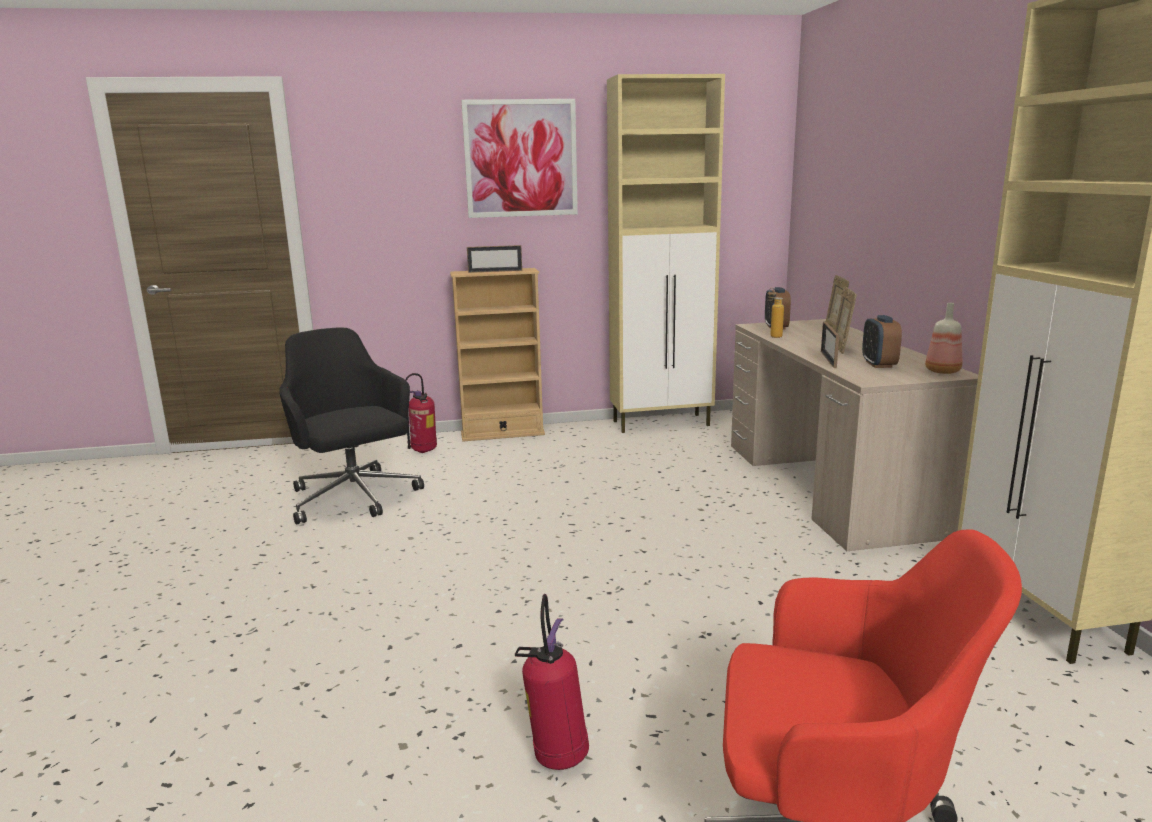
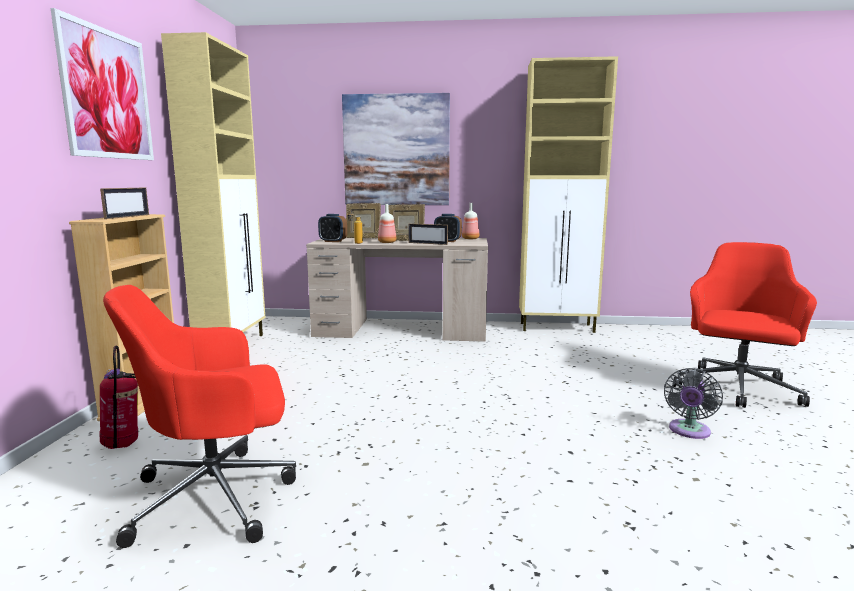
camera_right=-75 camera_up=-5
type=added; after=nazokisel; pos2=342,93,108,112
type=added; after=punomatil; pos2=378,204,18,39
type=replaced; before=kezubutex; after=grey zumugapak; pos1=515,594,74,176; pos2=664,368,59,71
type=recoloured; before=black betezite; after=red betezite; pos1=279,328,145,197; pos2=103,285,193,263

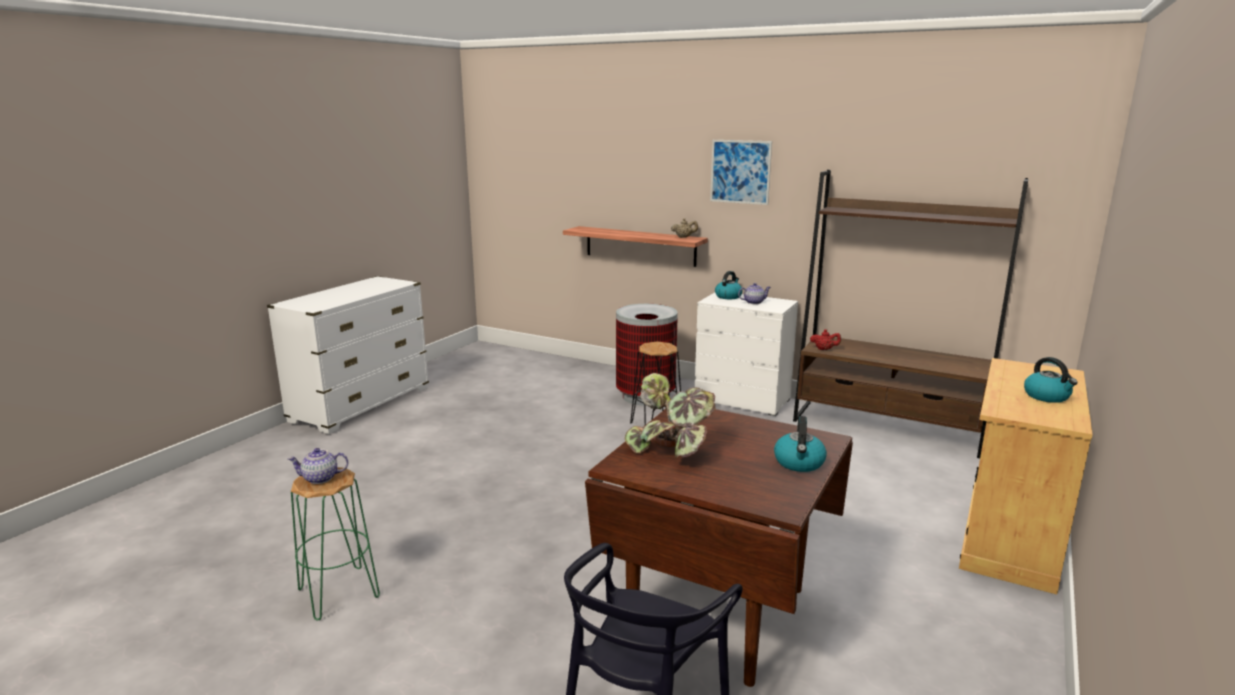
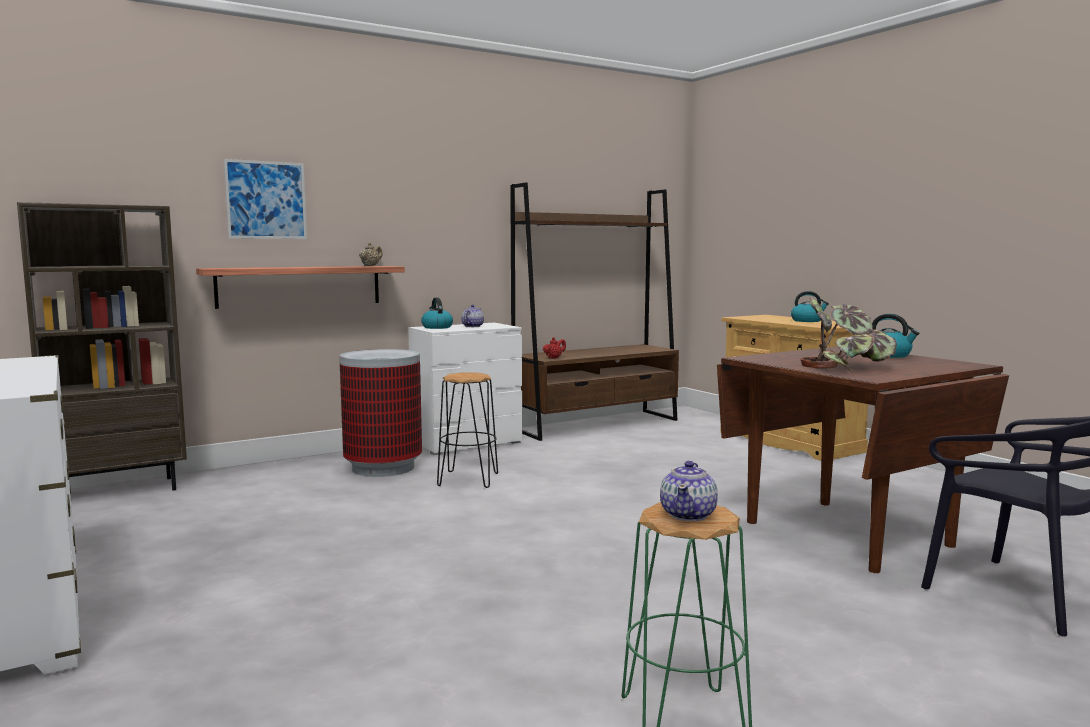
camera_right=-60 camera_up=-10
type=added; after=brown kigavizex; pos2=17,202,170,288
type=moved; before=nazokisel; pos1=710,140,62,65; pos2=224,159,83,80

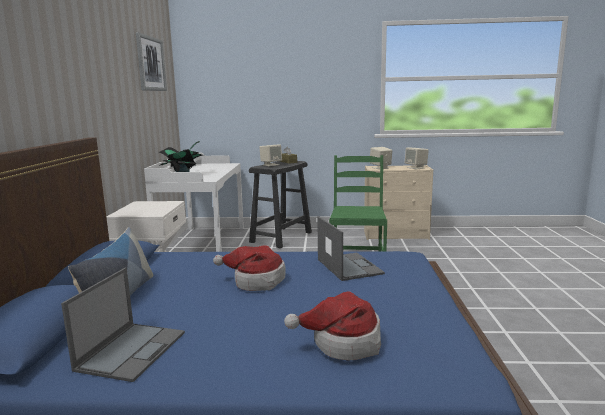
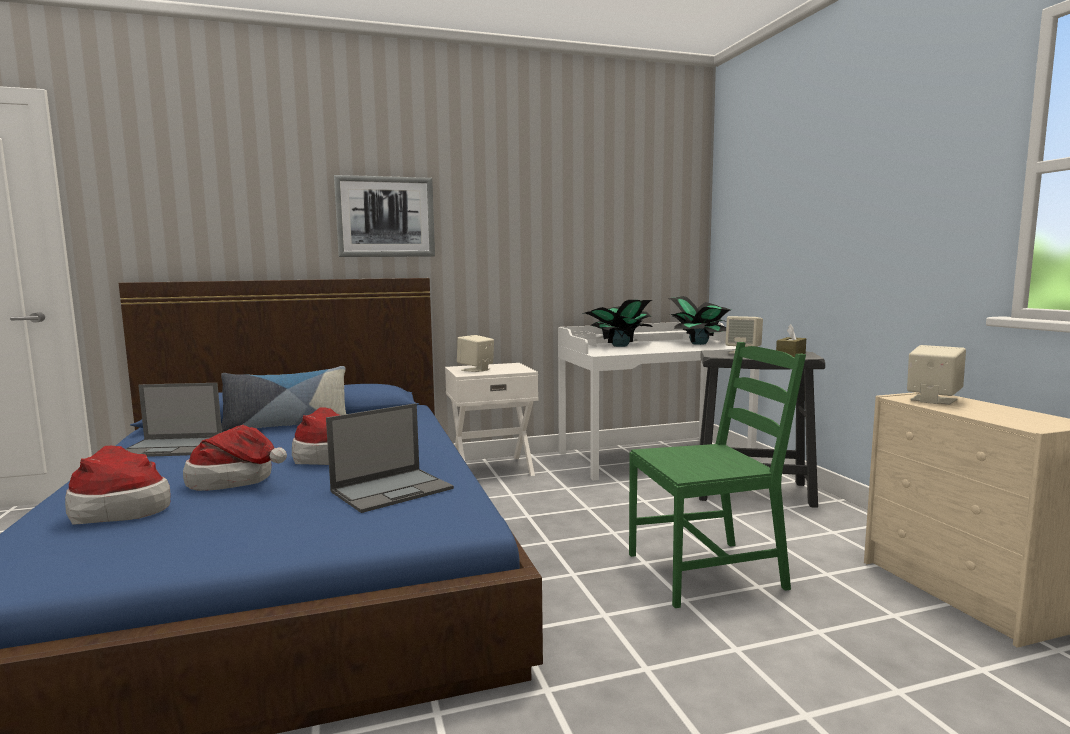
camera_right=70 camera_up=-5
type=added; after=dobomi; pos2=183,425,104,66
type=added; after=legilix; pos2=667,296,64,49
type=moved; before=nazokisel; pos1=136,32,31,59; pos2=334,175,101,82
type=moved; before=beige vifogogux; pos1=404,147,25,22; pos2=457,335,37,37

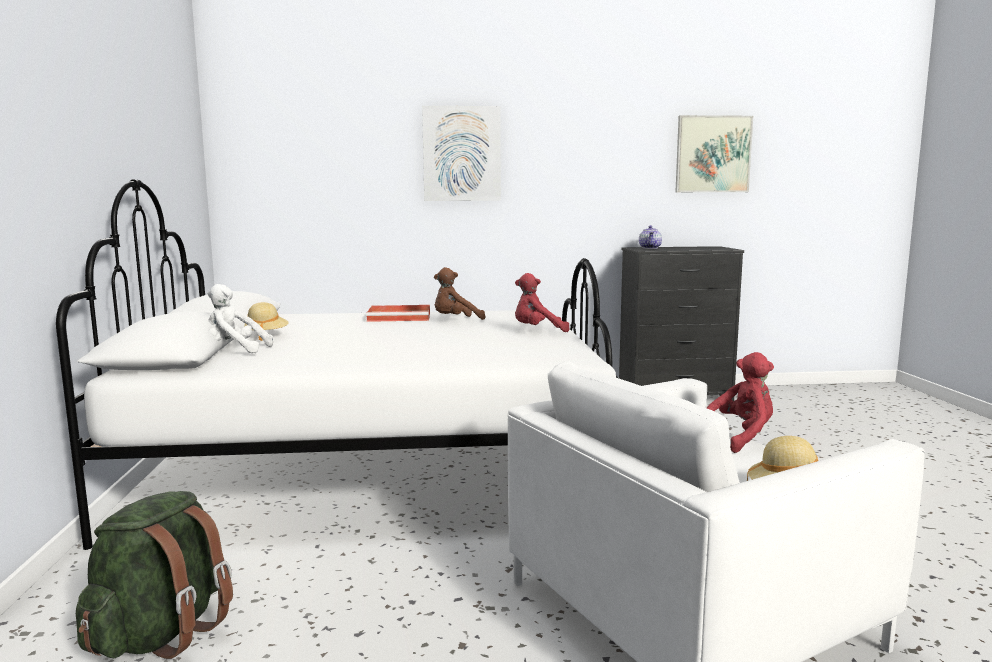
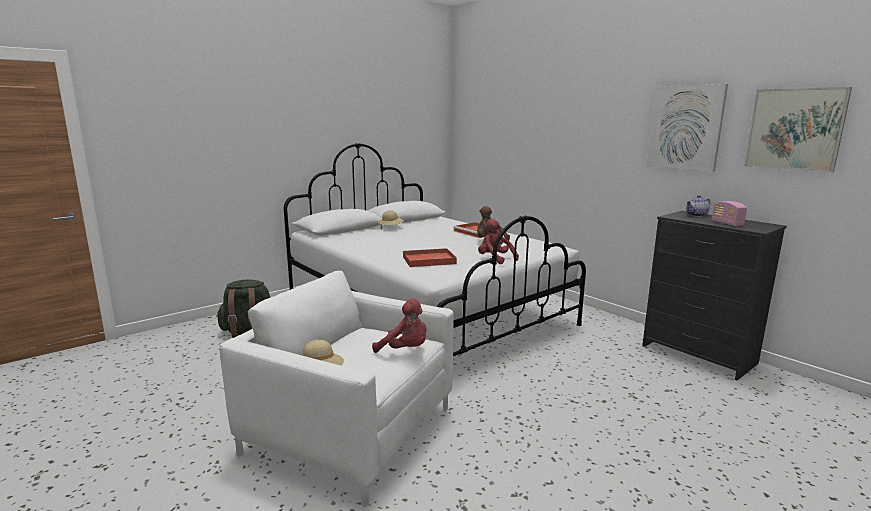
camera_right=55 camera_up=5
type=removed; before=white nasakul; pos1=207,284,66,69
type=added; after=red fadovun; pos2=403,248,54,19
type=added; after=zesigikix; pos2=712,201,35,25
type=moved; before=nazokisel; pos1=422,106,79,95; pos2=647,84,81,88

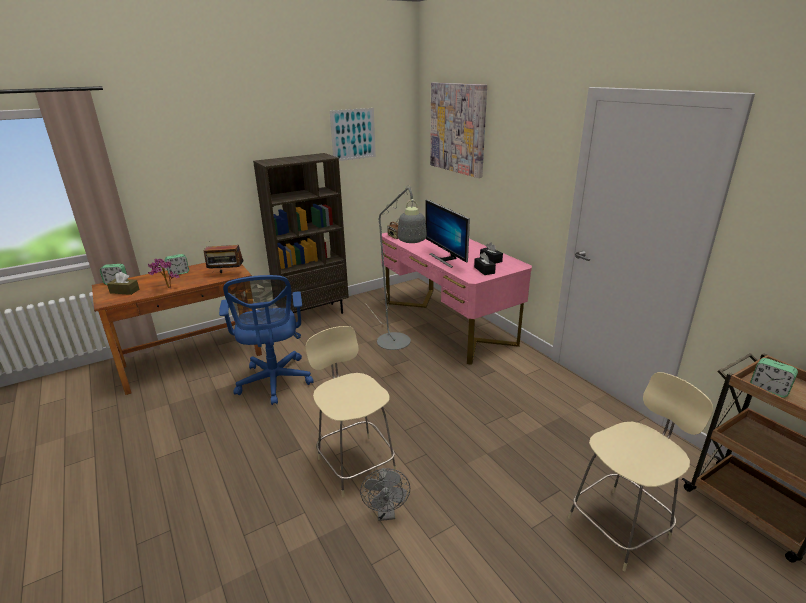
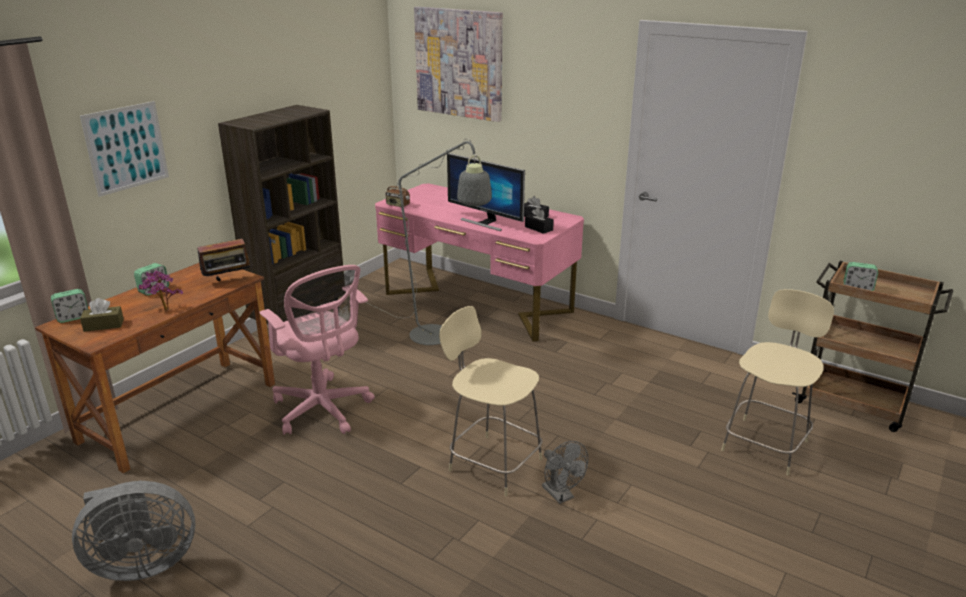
camera_right=-25 camera_up=0
type=added; after=grey zumugapak; pos2=72,480,124,101
type=moved; before=nazokisel; pos1=330,108,46,53; pos2=80,101,89,96
type=recoloured; before=blue betezite; after=pink betezite; pos1=219,275,95,130; pos2=259,265,116,170

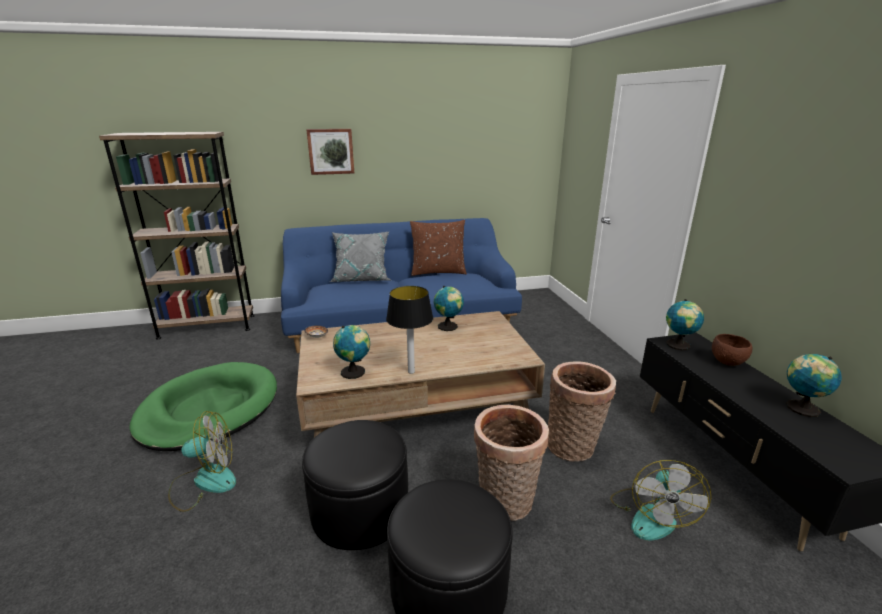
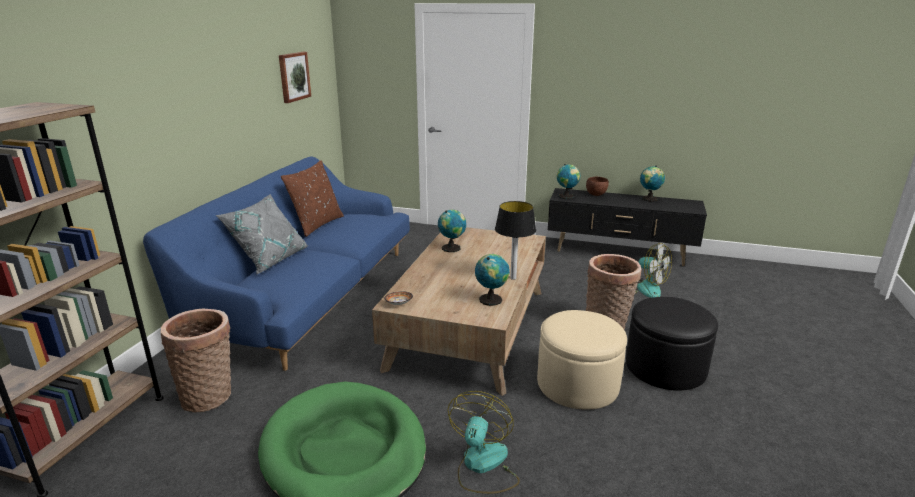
camera_right=-60 camera_up=0
type=moved; before=nazokisel; pos1=306,129,48,46; pos2=279,52,32,51
type=moved; before=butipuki; pos1=547,361,69,100; pos2=161,309,70,104
type=recoloured; before=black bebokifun; after=beige bebokifun; pos1=302,420,106,130; pos2=537,310,90,100

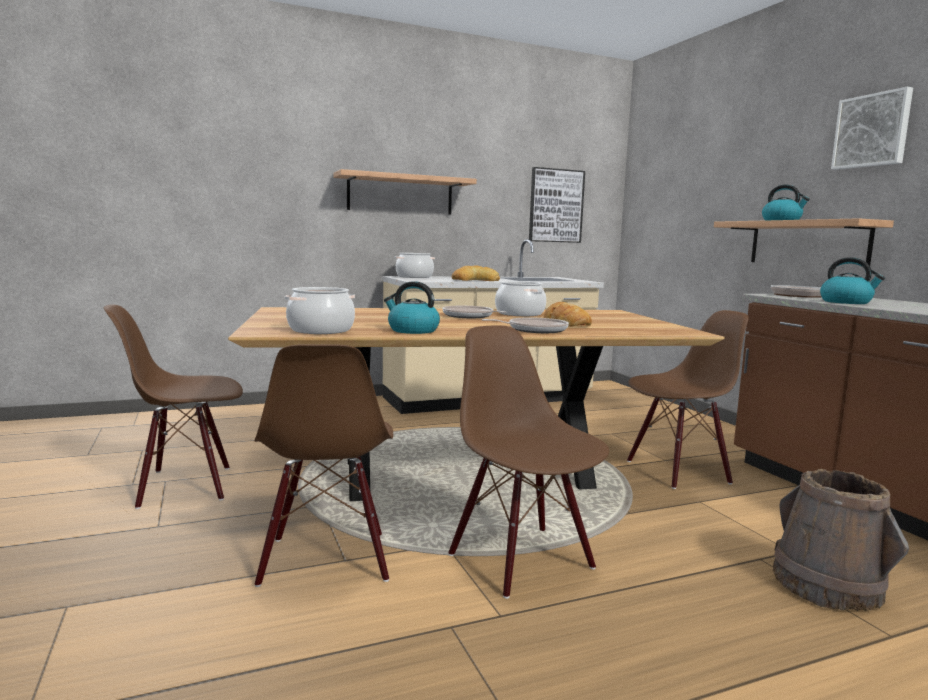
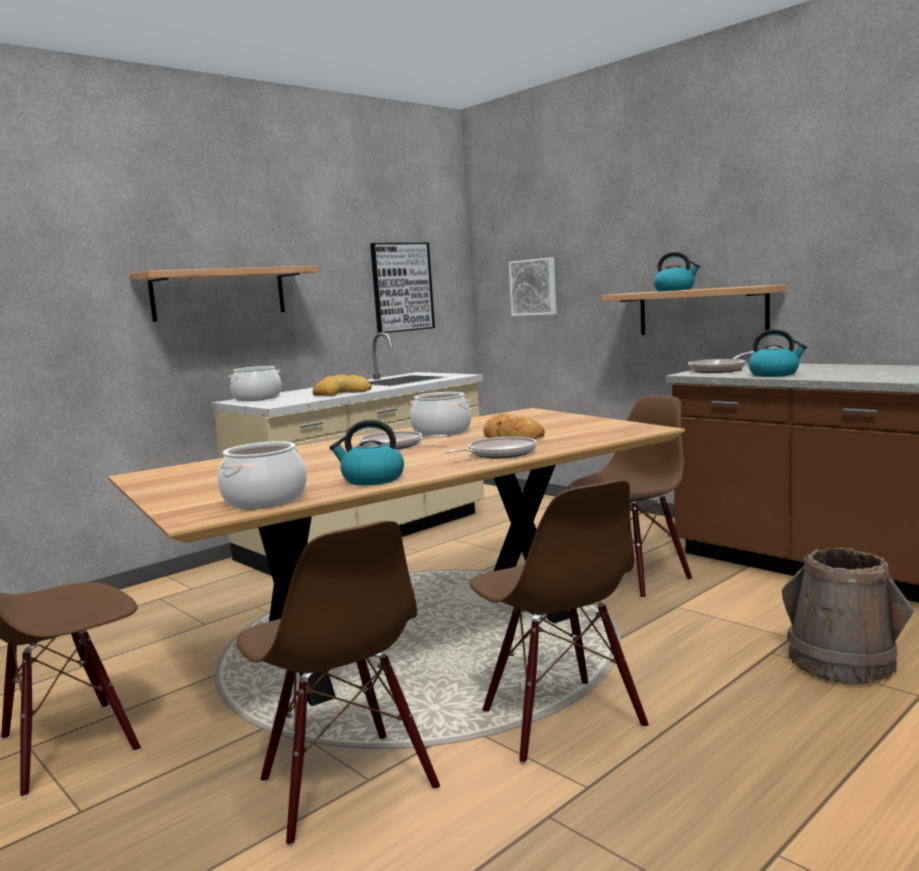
camera_right=-20 camera_up=0
type=moved; before=nazokisel; pos1=831,87,82,83; pos2=509,257,48,59
type=turned; before=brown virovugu; pos1=448,325,161,274; pos2=469,480,180,284; turn=-150

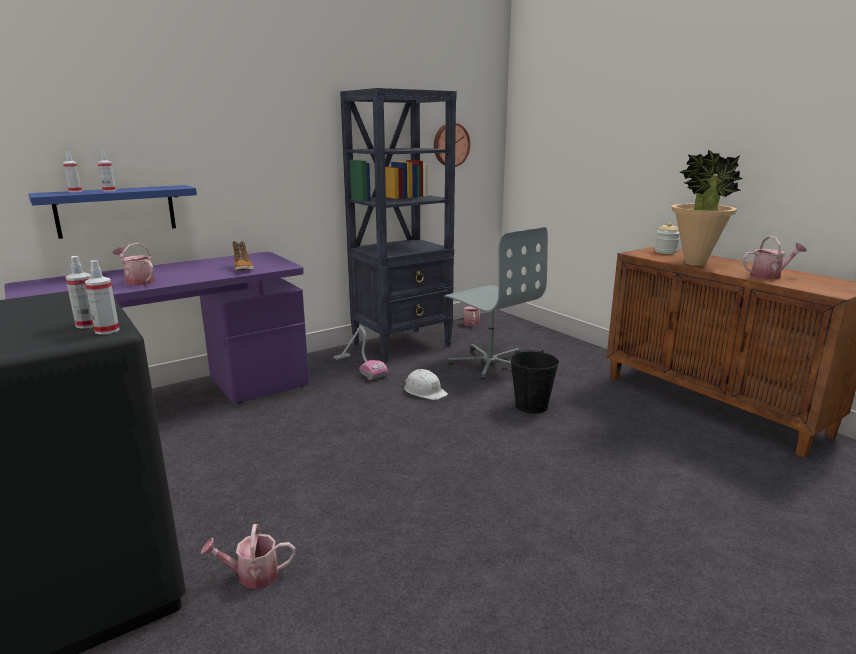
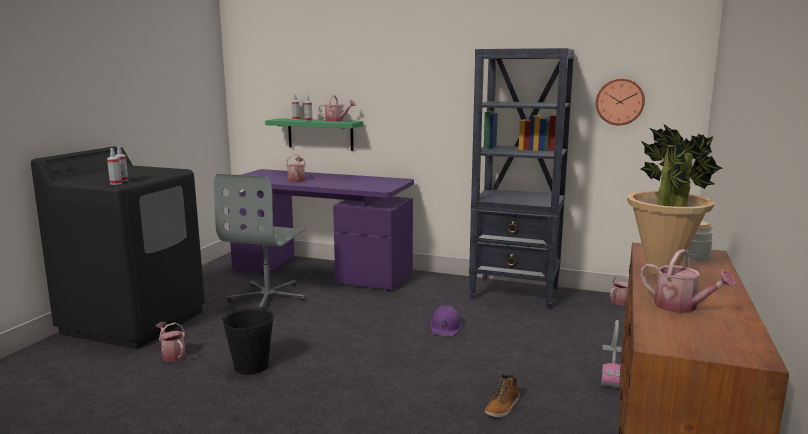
camera_right=55 camera_up=-5
type=added; after=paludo; pos2=318,95,38,27
type=moved; before=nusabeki; pos1=232,241,22,30; pos2=485,374,35,44
type=moved; before=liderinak; pos1=334,326,54,54; pos2=601,320,21,68
type=moved; before=grey betezite; pos1=444,227,104,153; pos2=214,174,92,136
type=moved; before=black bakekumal; pos1=510,350,49,63; pos2=222,308,52,67
type=recoloured; before=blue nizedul; after=green nizedul; pos1=28,185,169,54; pos2=265,118,98,33
type=recoloured; before=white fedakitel; after=purple fedakitel; pos1=404,369,44,31; pos2=430,305,32,31

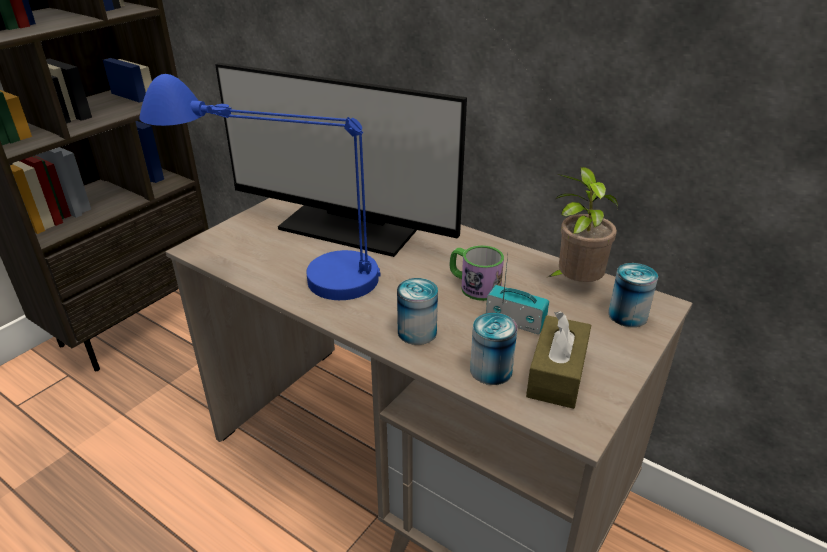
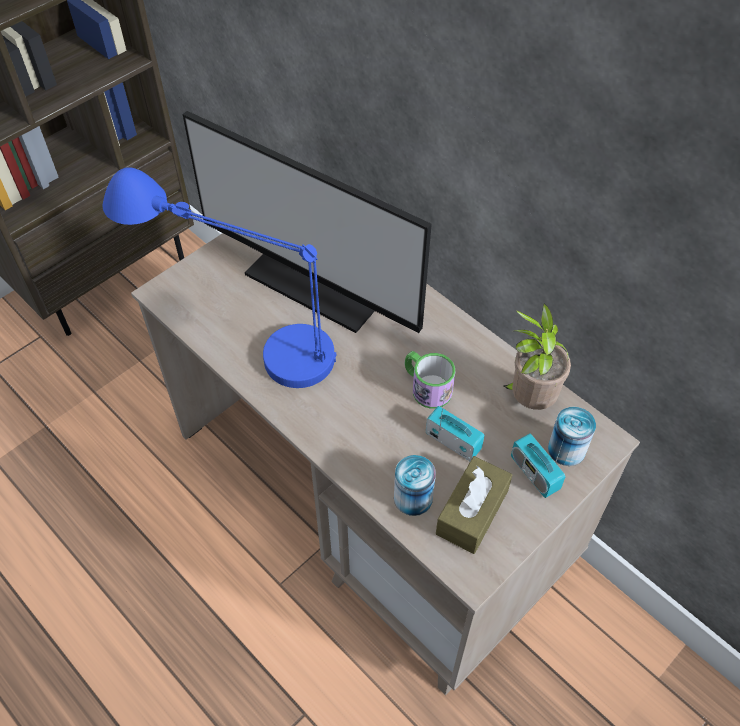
camera_right=10 camera_up=20
type=removed; before=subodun; pos1=397,278,41,67
type=added; after=zesigikix; pos2=511,433,55,65

